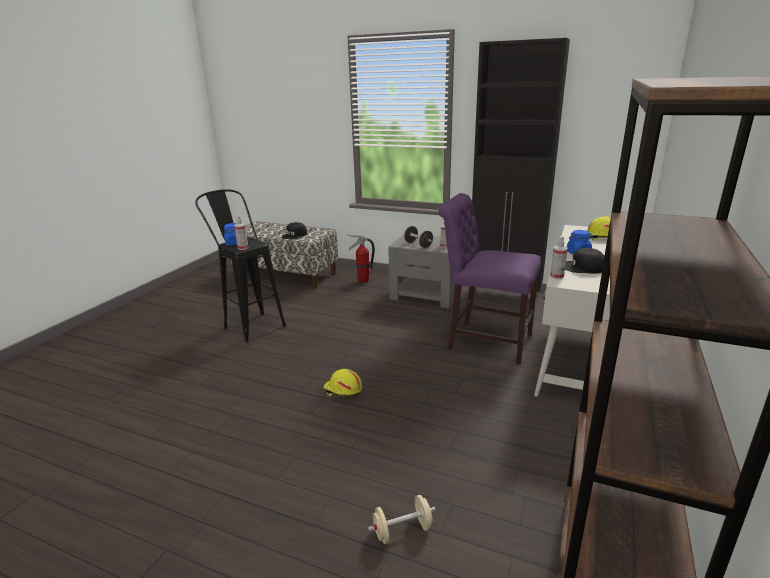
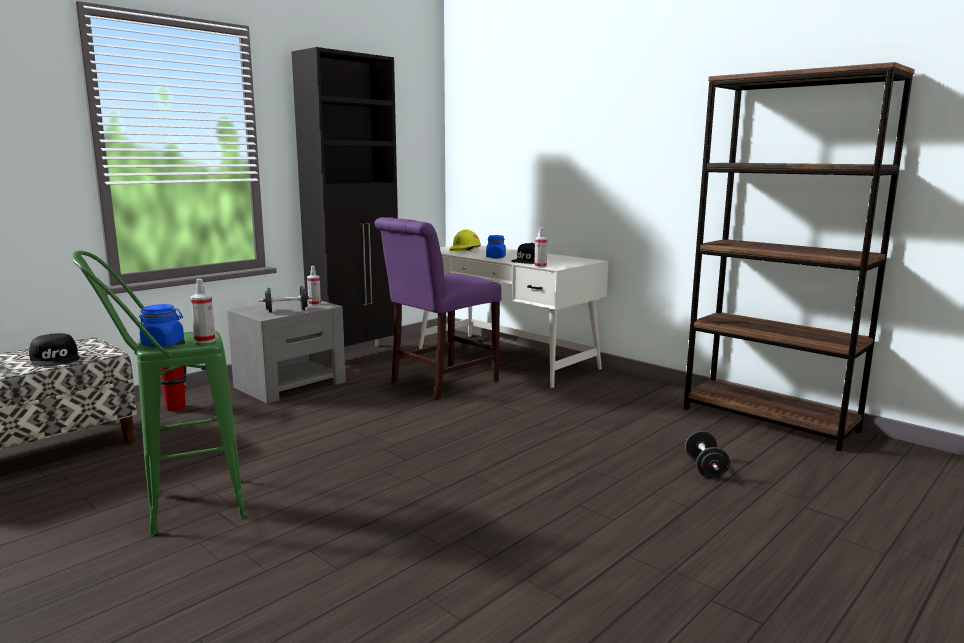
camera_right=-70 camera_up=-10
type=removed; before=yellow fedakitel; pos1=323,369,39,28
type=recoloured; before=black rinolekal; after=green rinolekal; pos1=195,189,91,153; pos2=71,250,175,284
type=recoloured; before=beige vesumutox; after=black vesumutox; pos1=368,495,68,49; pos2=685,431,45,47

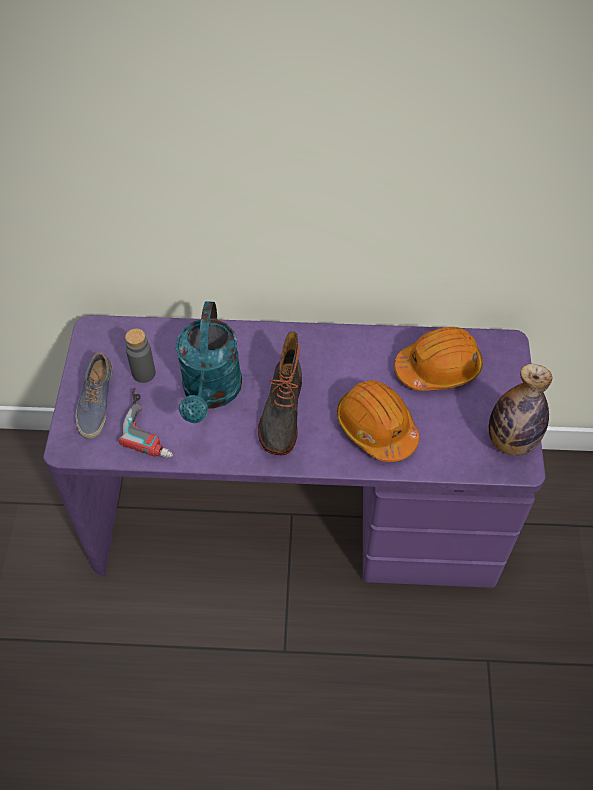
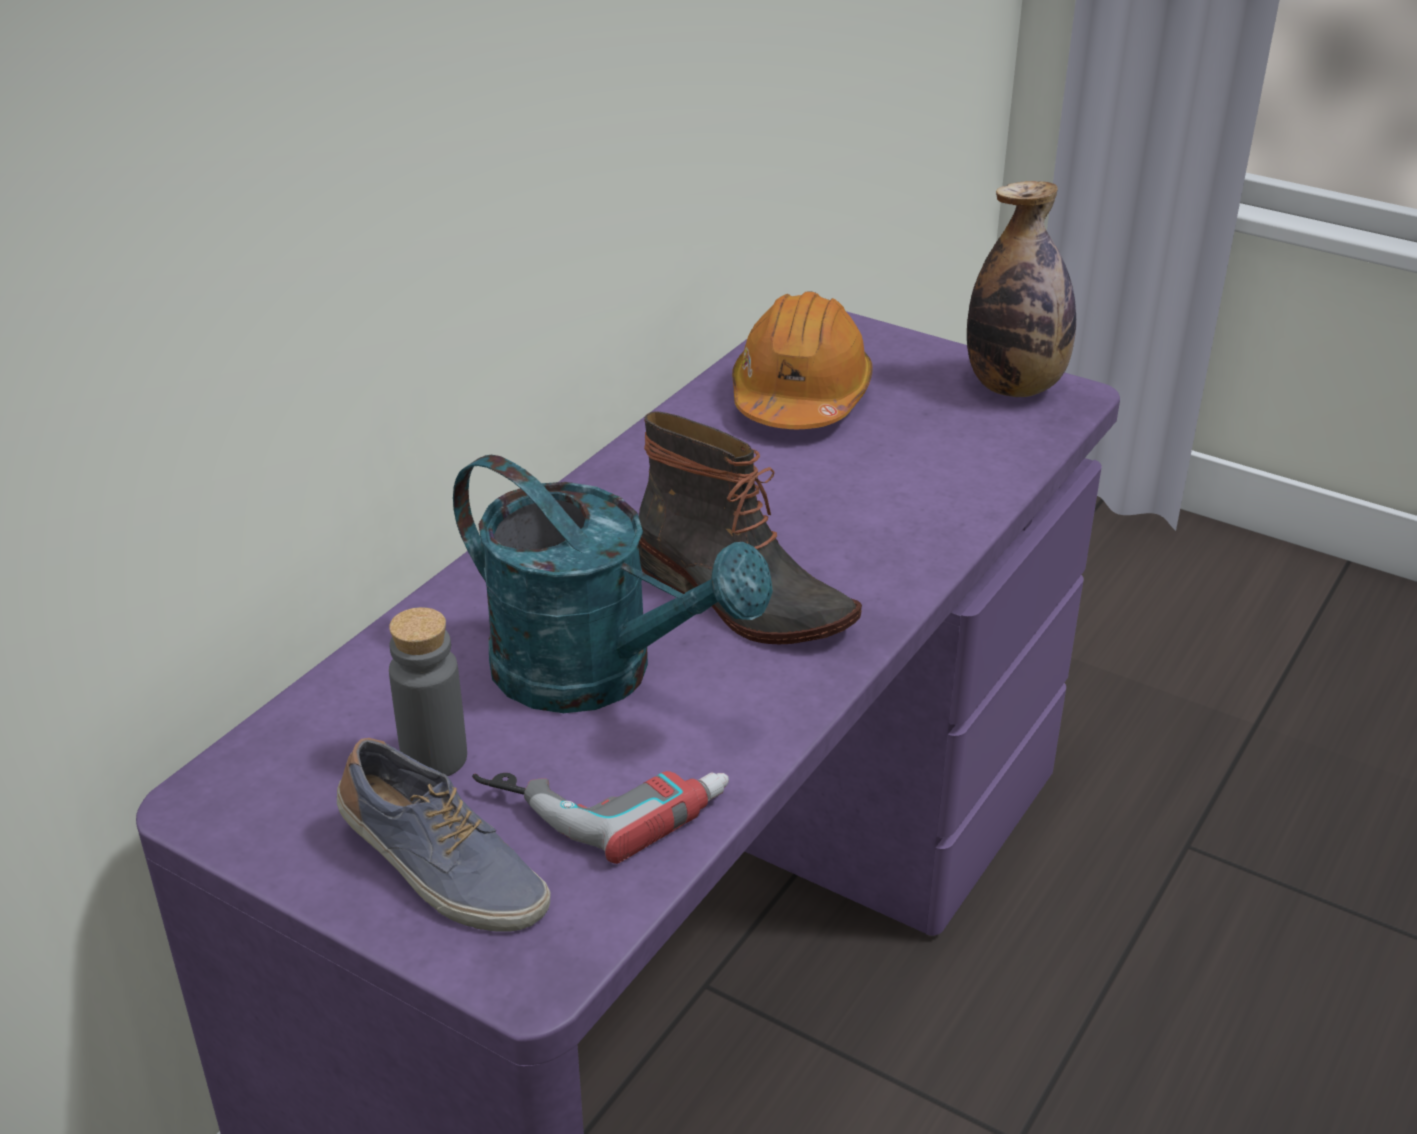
camera_right=-60 camera_up=-20
type=removed; before=orange fedakitel; pos1=337,380,83,82

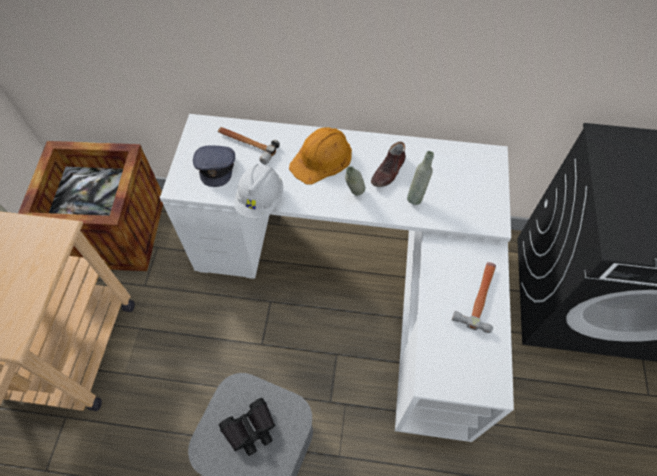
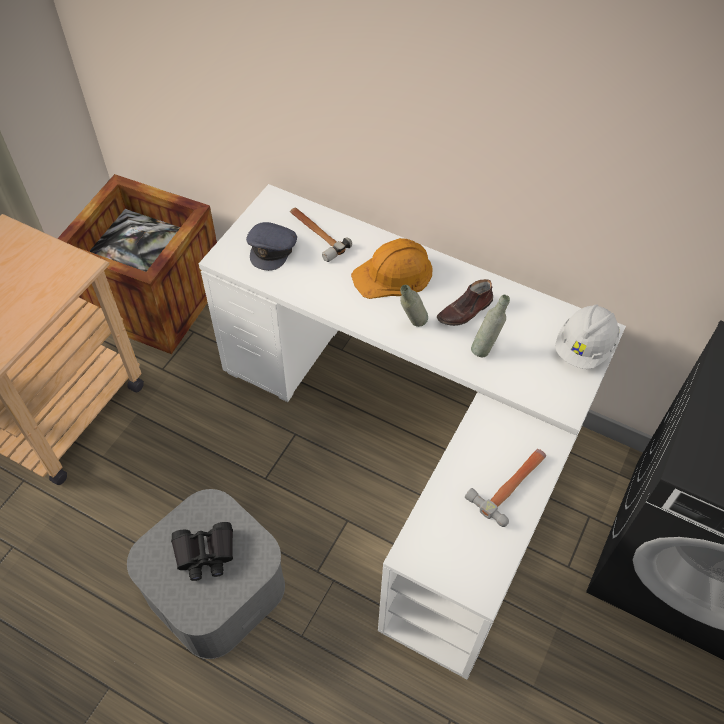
camera_right=20 camera_up=-5
type=moved; before=white fedakitel; pos1=234,164,49,55; pos2=555,304,65,65

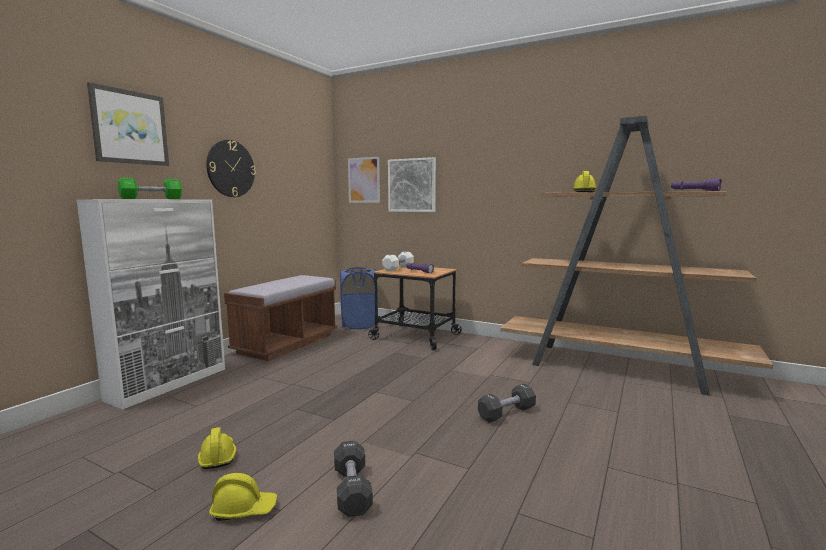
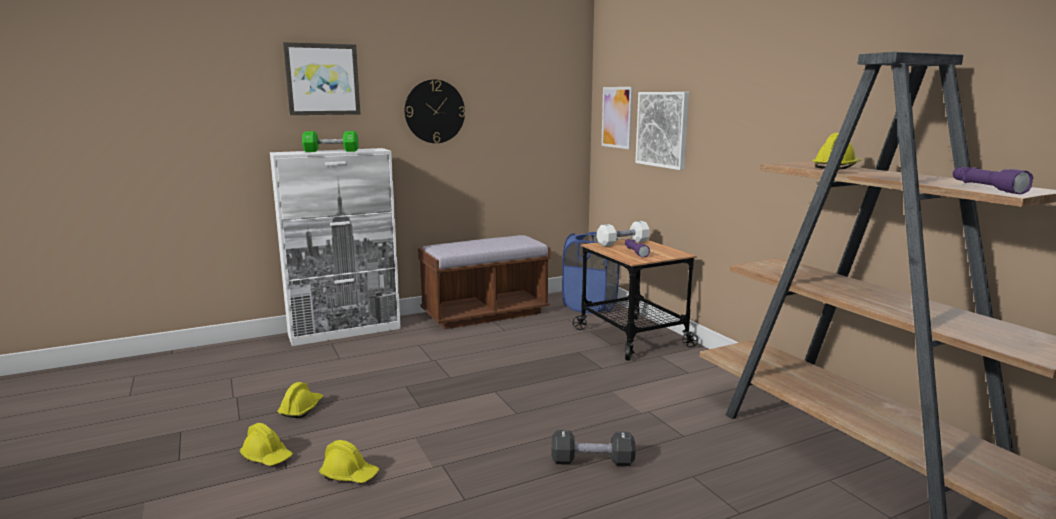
camera_right=35 camera_up=5
type=replaced; before=black vesumutox; after=yellow fedakitel; pos1=334,441,39,76; pos2=319,440,60,43

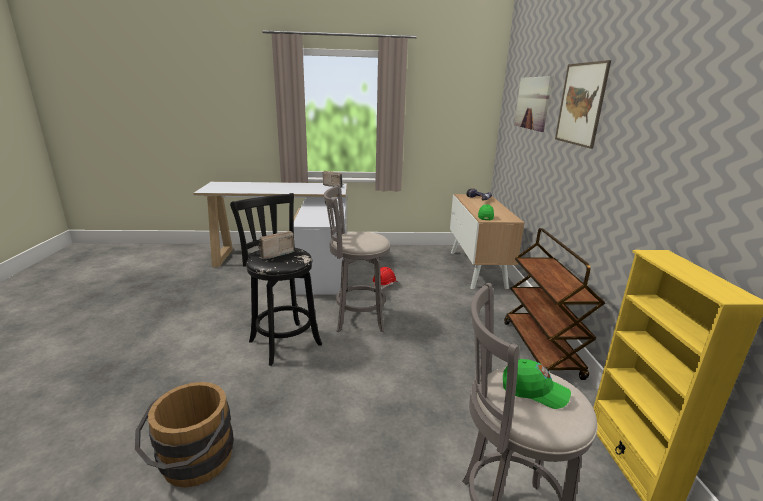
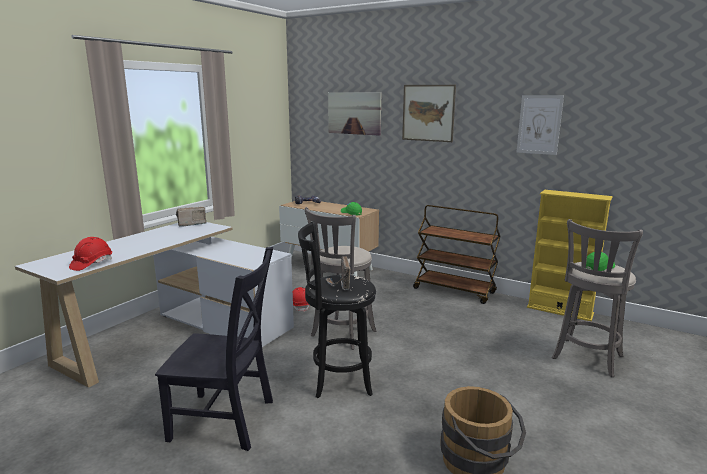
camera_right=-55 camera_up=-5
type=added; after=red fedakitel; pos2=69,237,43,34
type=added; after=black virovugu; pos2=155,247,118,204
type=added; after=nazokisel; pos2=516,95,48,60

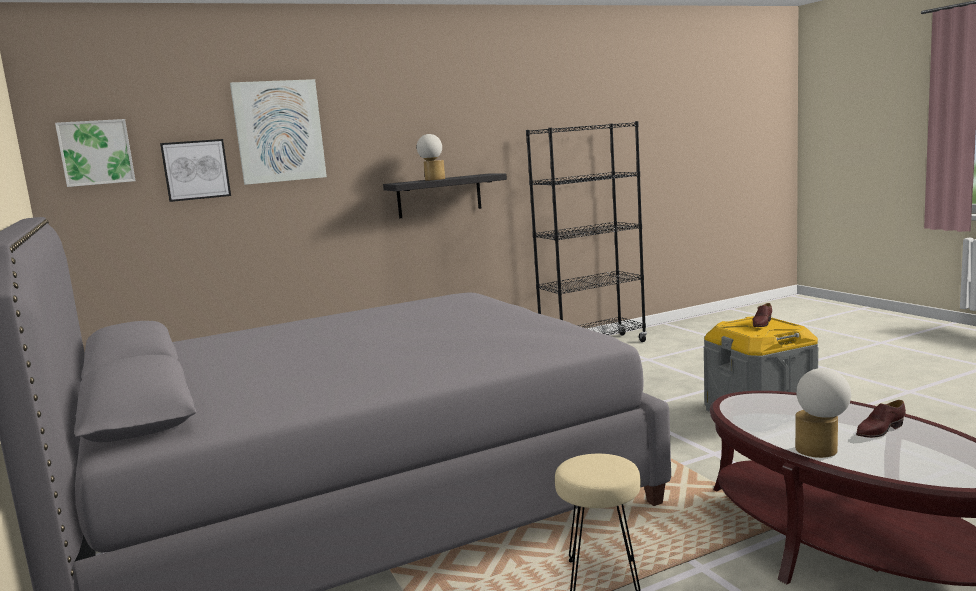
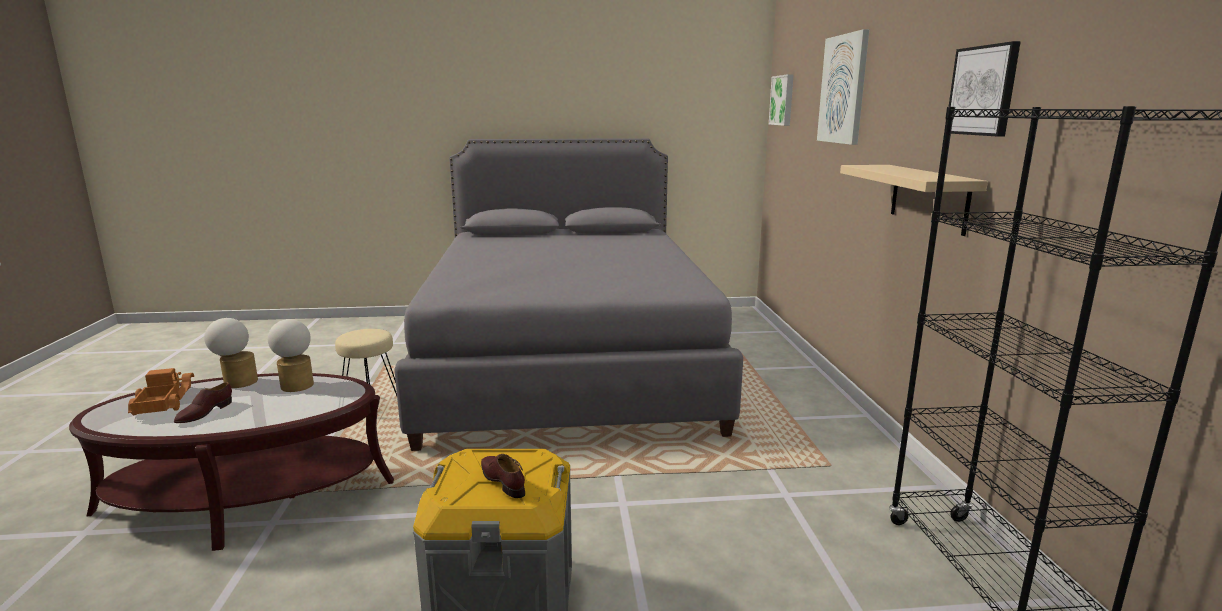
camera_right=110 camera_up=5
type=added; after=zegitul; pos2=128,368,66,47
type=moved; before=nazokisel; pos1=160,139,71,63; pos2=949,41,72,96
type=moved; before=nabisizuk; pos1=417,134,28,47; pos2=268,319,46,73
type=recoloured; before=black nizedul; after=beige nizedul; pos1=383,173,124,45; pos2=840,165,148,71
type=turned; before=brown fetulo; pos1=856,400,50,38; pos2=174,382,58,41; turn=-150

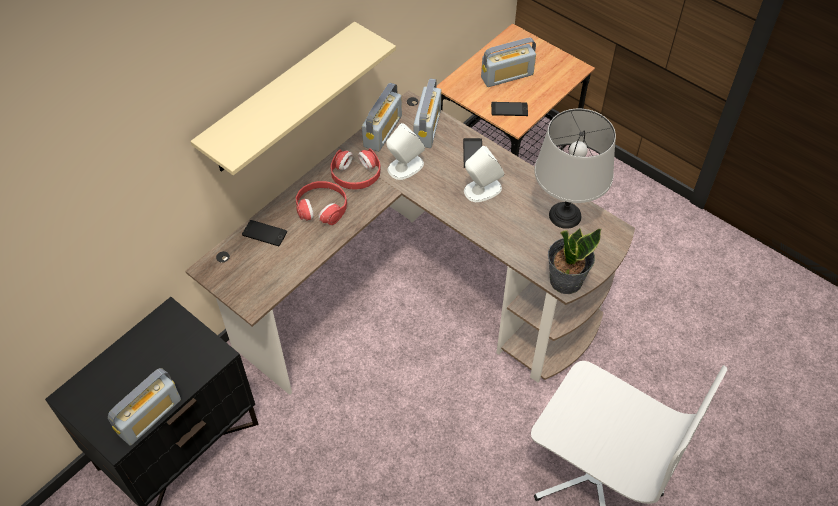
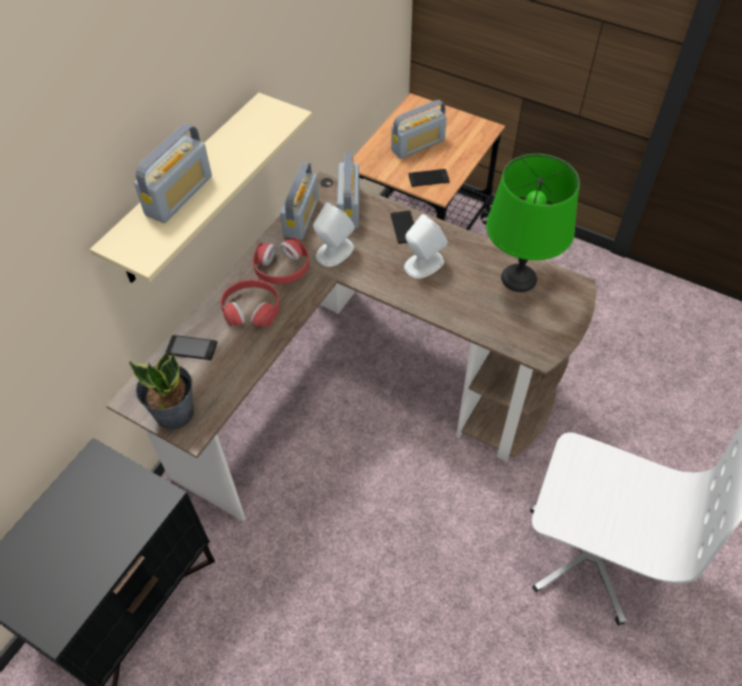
camera_right=-10 camera_up=0
type=moved; before=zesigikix; pos1=108,368,73,78; pos2=134,124,78,99
type=moved; before=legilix; pos1=548,228,54,66; pos2=129,352,65,78
type=recoloured; before=grey nabisizuk; after=green nabisizuk; pos1=534,109,82,120; pos2=486,154,94,138

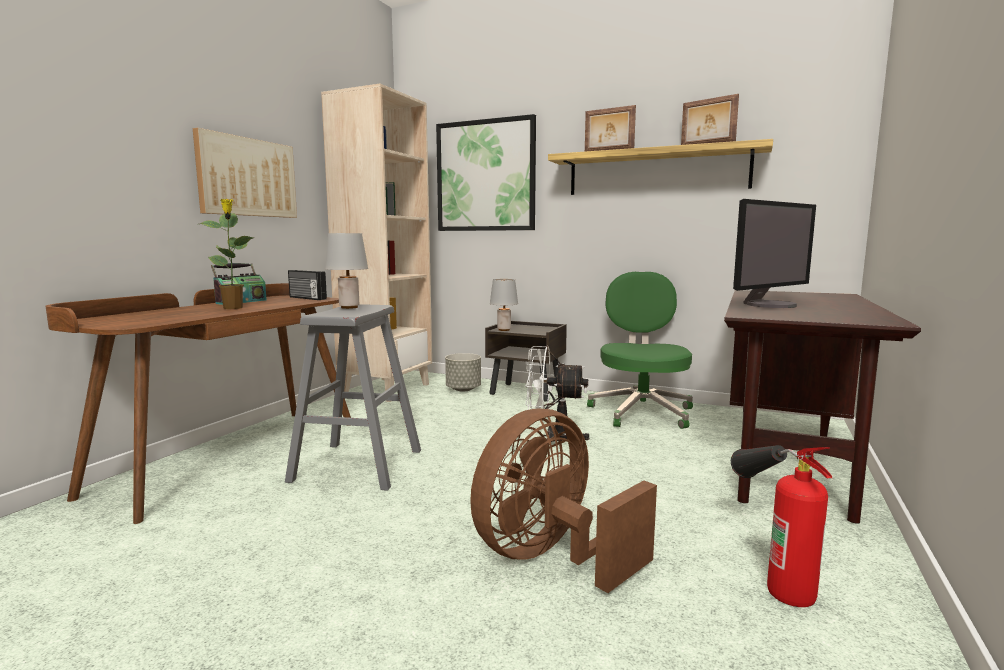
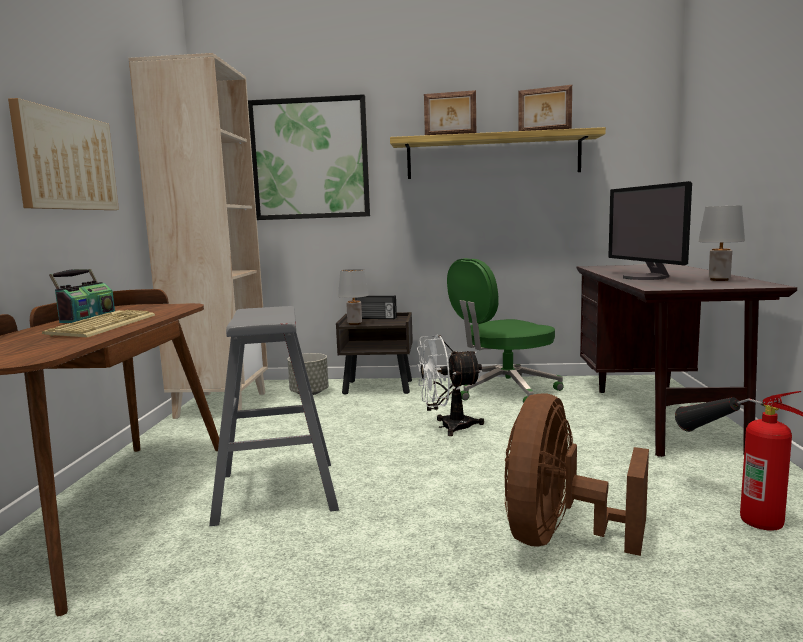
camera_right=-20 camera_up=0
type=moved; before=zesigikix; pos1=288,270,39,30; pos2=355,296,42,23
type=moved; before=grey nabisizuk; pos1=325,233,43,76; pos2=698,205,47,76
type=replaced; before=legilix; after=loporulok; pos1=200,199,55,110; pos2=42,310,113,27
type=turned; before=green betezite; pos1=587,272,106,157; pos2=447,258,117,145; turn=-105
type=turned; before=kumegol; pos1=733,199,83,109; pos2=608,181,84,99; turn=135

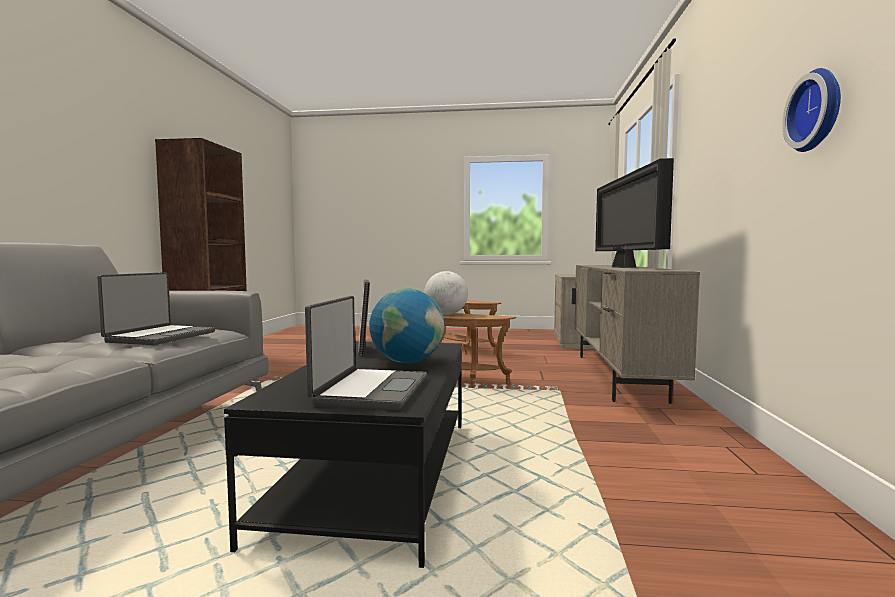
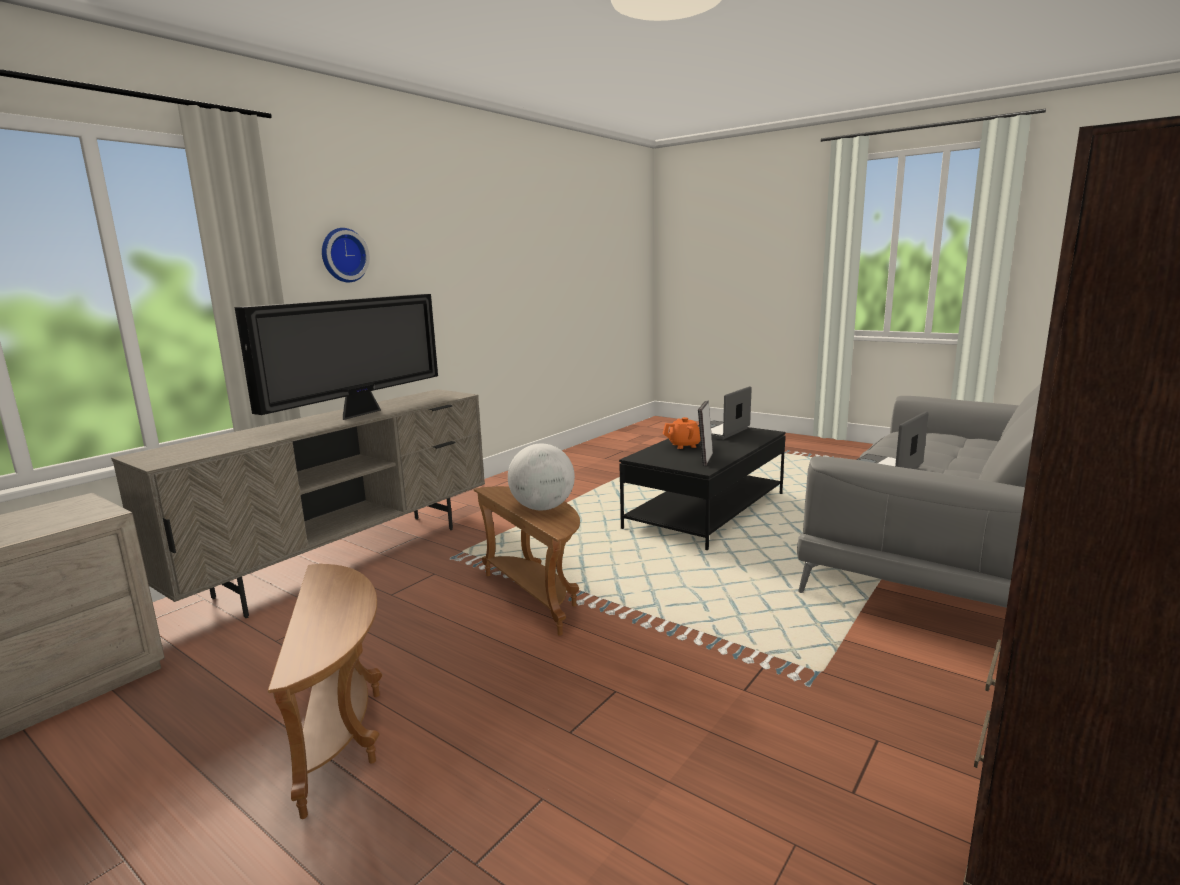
camera_right=-150 camera_up=10
type=moved; before=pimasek; pos1=782,68,59,84; pos2=322,228,48,54
type=replaced; before=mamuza; after=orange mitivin; pos1=369,289,75,74; pos2=663,417,37,32

